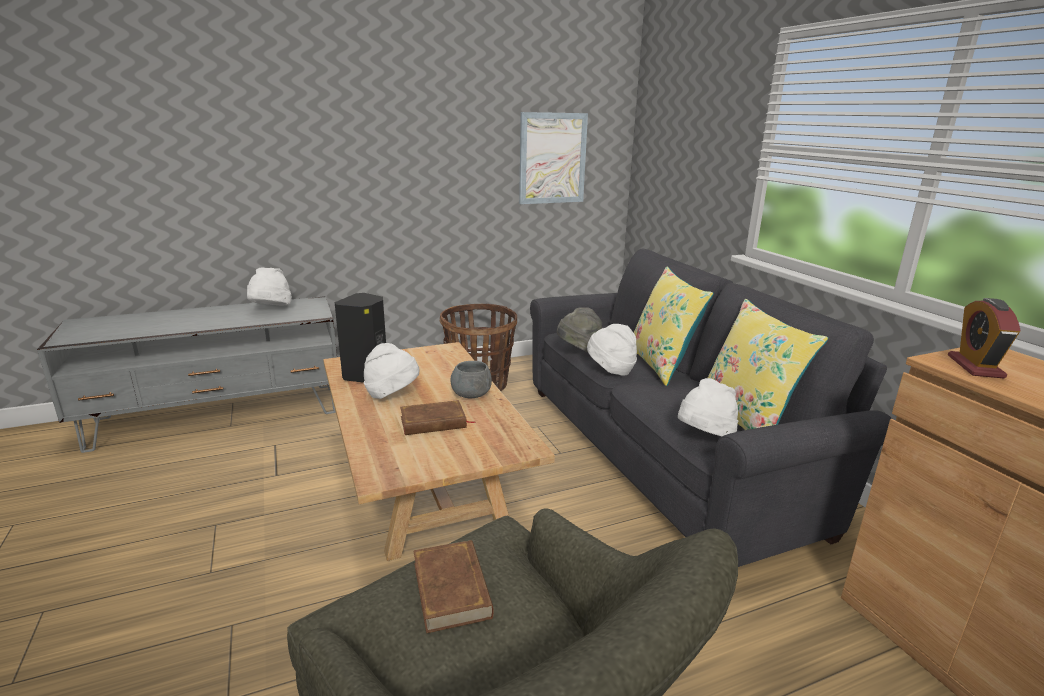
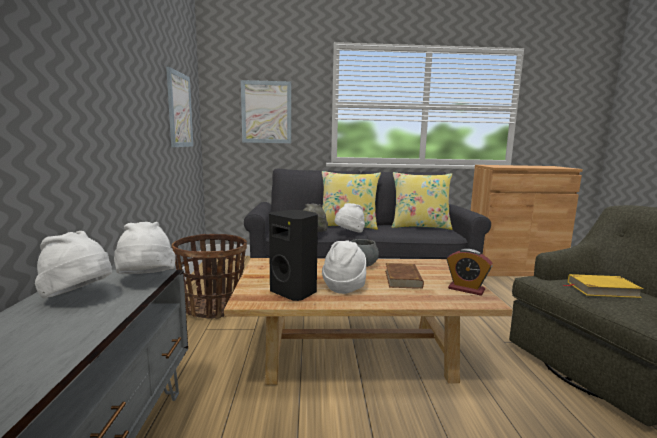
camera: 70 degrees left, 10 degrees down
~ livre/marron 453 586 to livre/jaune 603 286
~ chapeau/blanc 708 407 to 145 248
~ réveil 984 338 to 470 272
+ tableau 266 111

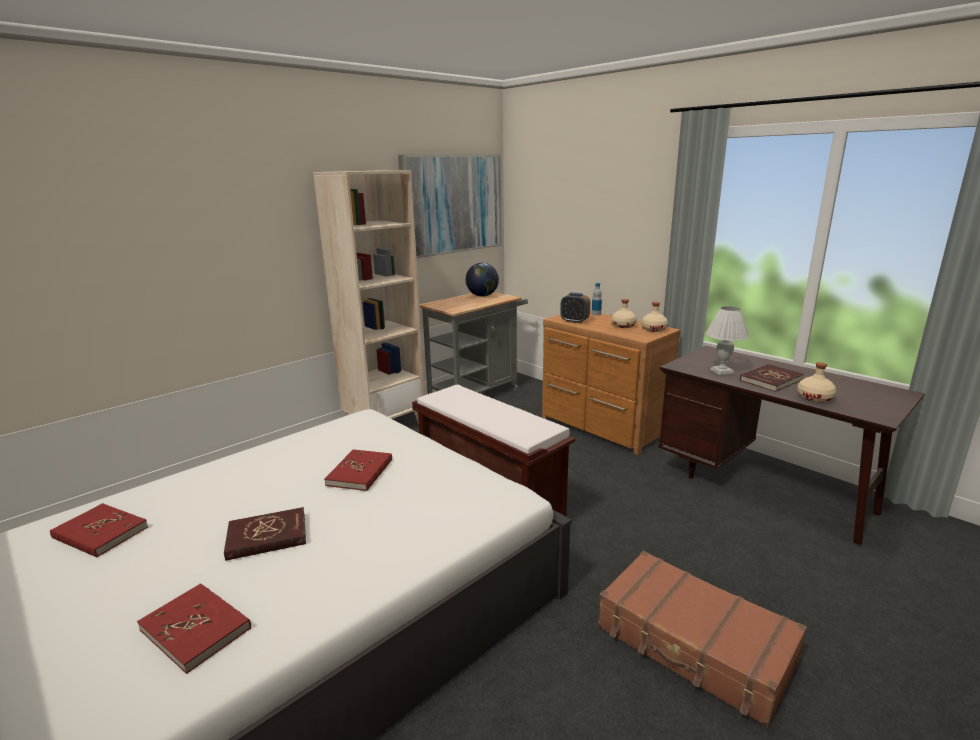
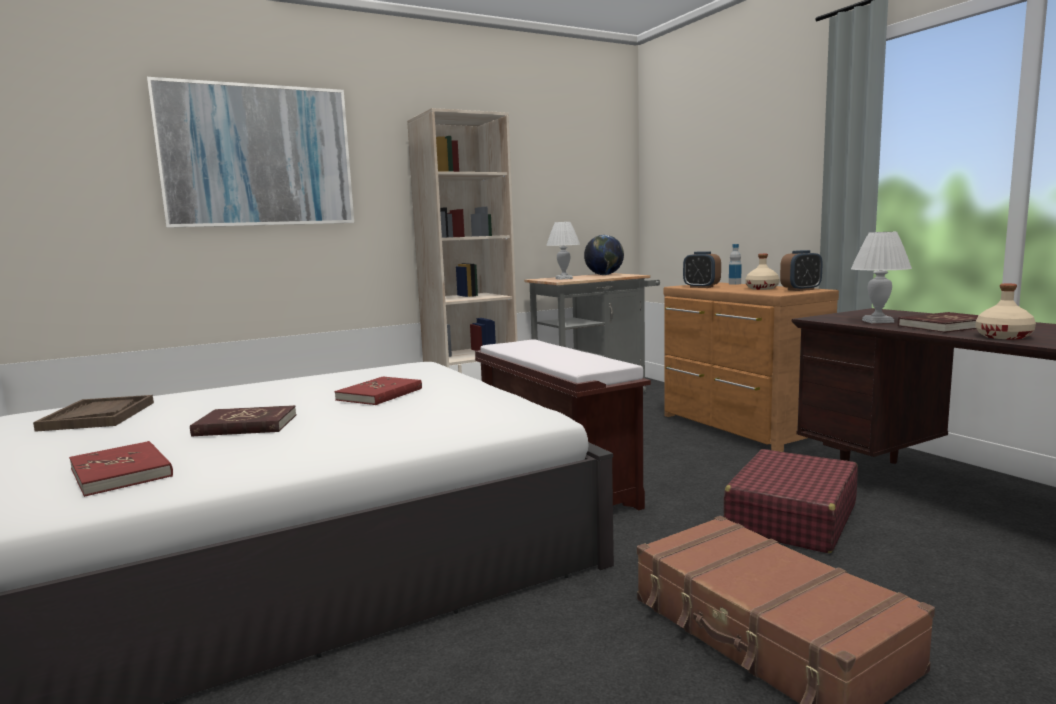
camera: 15 degrees right, 10 degrees down
~ livre/rouge 99 530 to plateau/marron 93 413
~ tableau 450 206 to 250 152
~ bouteille/beige 654 317 to réveil 801 270
+ lampe de table/blanc 563 251
+ valise/rouge 791 501

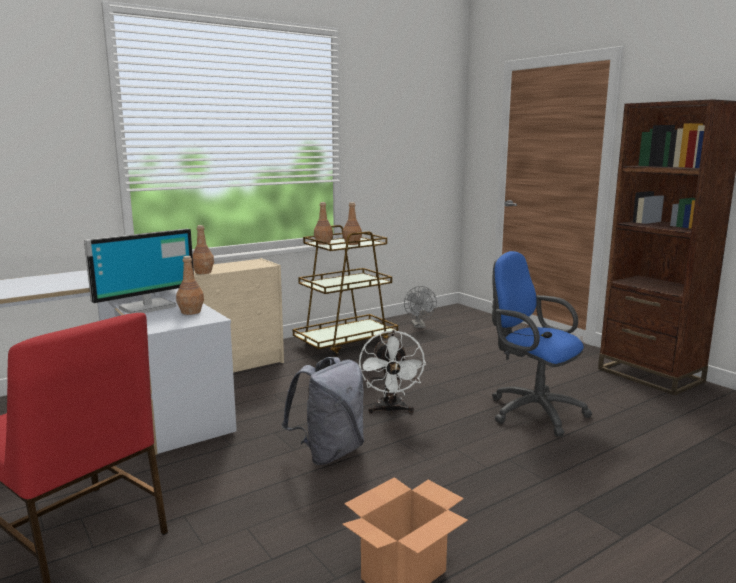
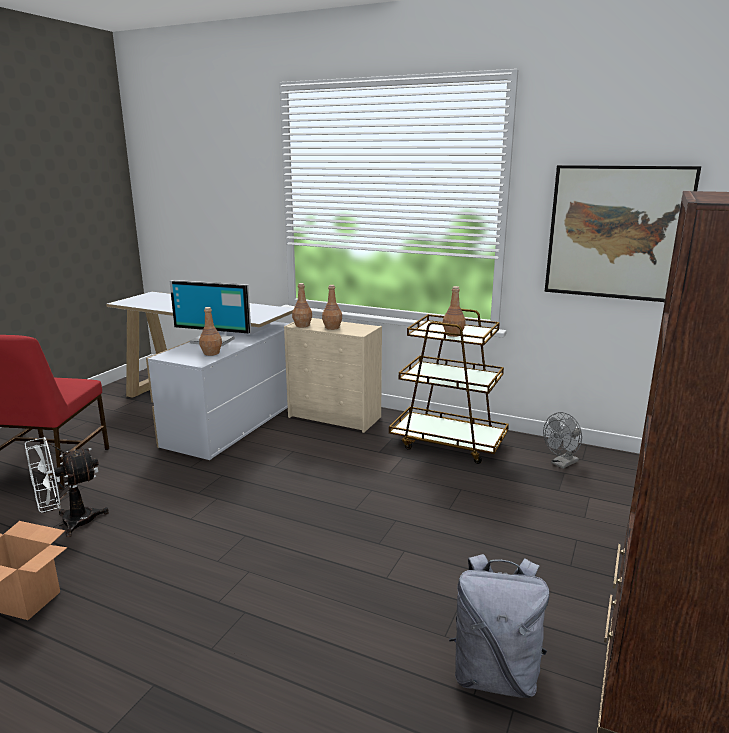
camera: 60 degrees right, 5 degrees up
~ sac à dos/gris 323 411 to 499 626
~ bouteille/marron 323 223 to 332 307
~ ventilateur/blanc 392 372 to 67 487
- chaise de bureau/bleu 542 344
+ tableau 623 233

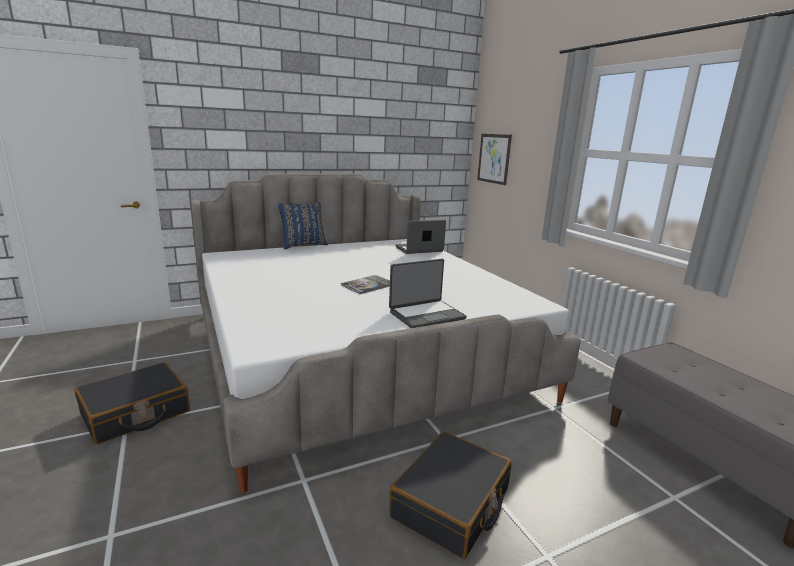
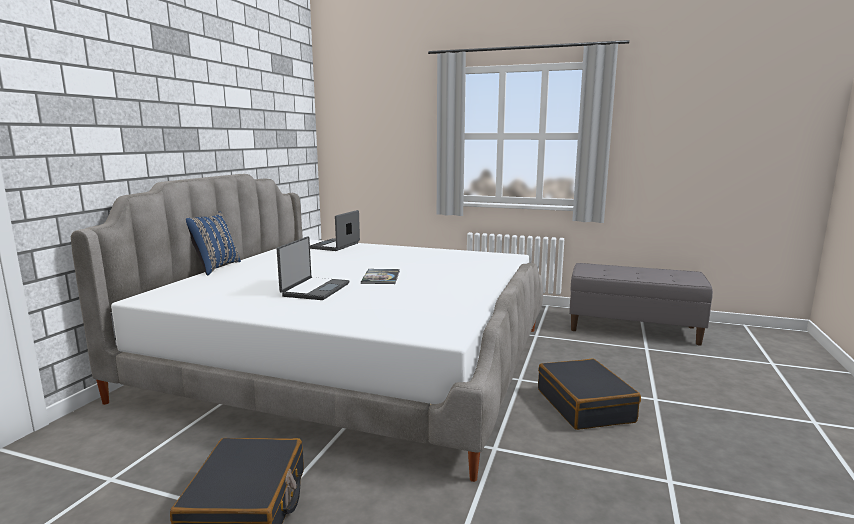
camera: 45 degrees left, 5 degrees down
~ ordinateur portable 428 293 to 313 268
- tableau 494 159

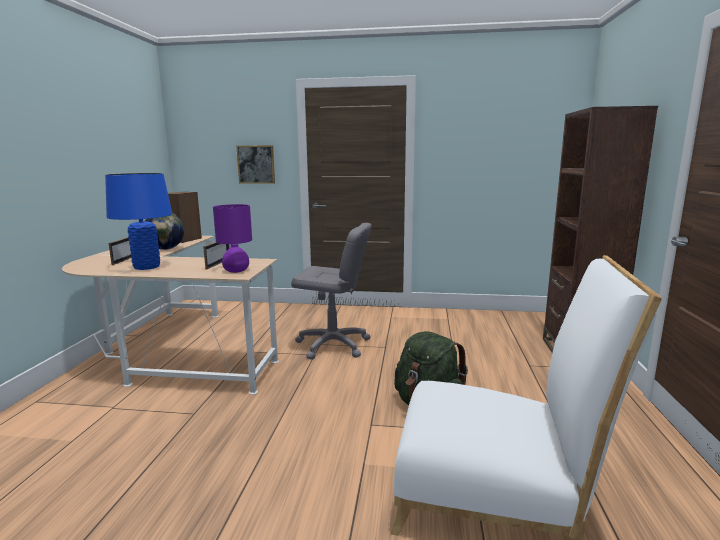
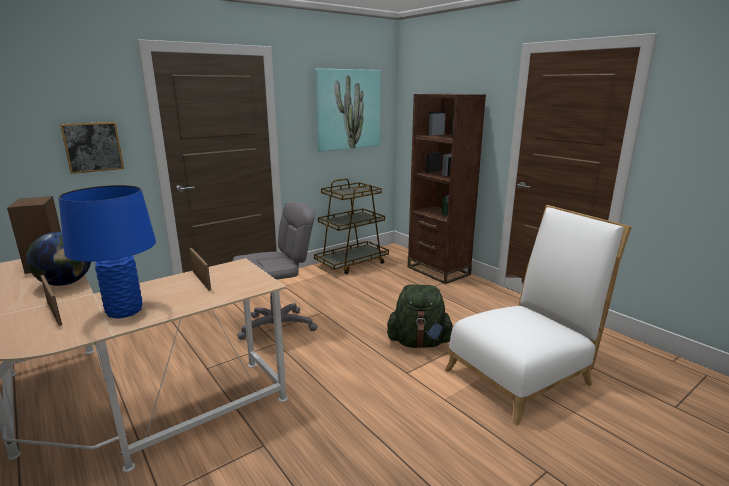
camera: 45 degrees left, 5 degrees up
- lampe de table/violet 232 238
+ chariot/marron 351 226
+ tableau 348 110

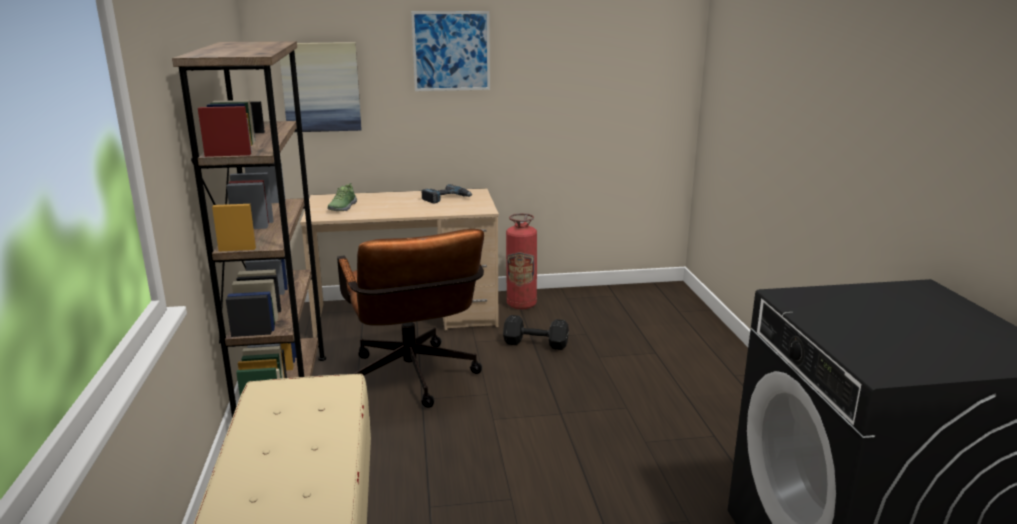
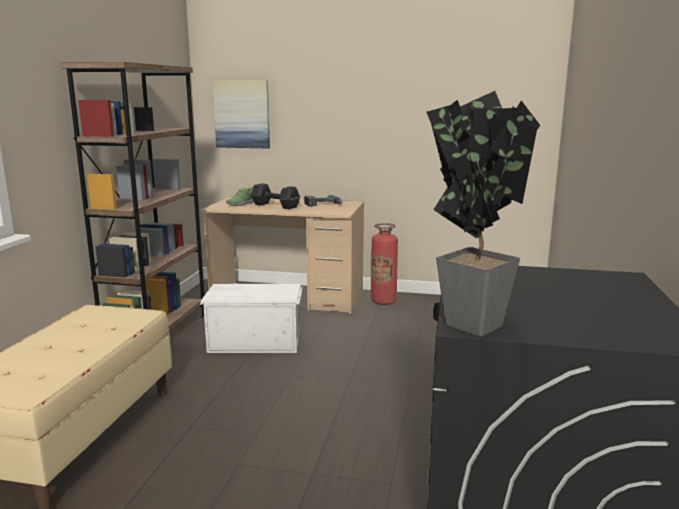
camera: 20 degrees right, 5 degrees down
~ chaise de bureau/marron 410 318 to boîte de rangement/blanc 251 318
- tableau 450 51
~ haltère/noir 536 332 to 275 196
+ plante en pot 483 213

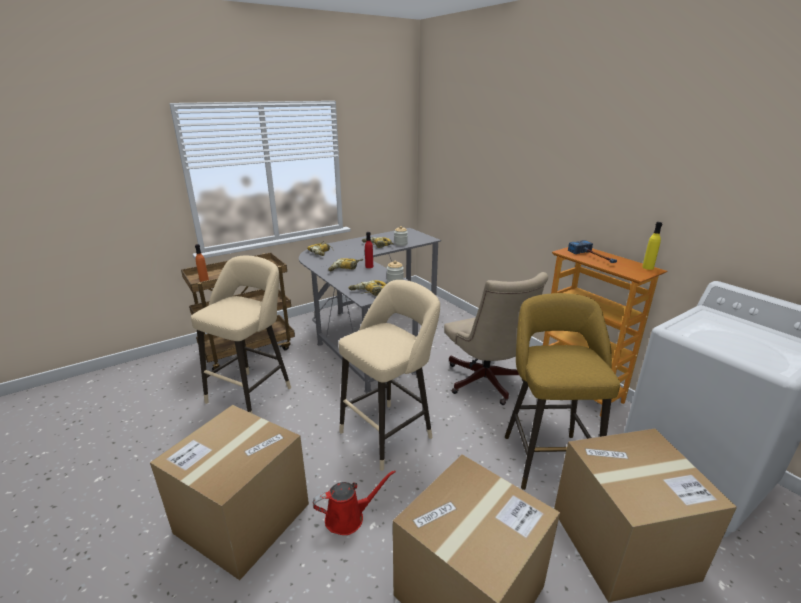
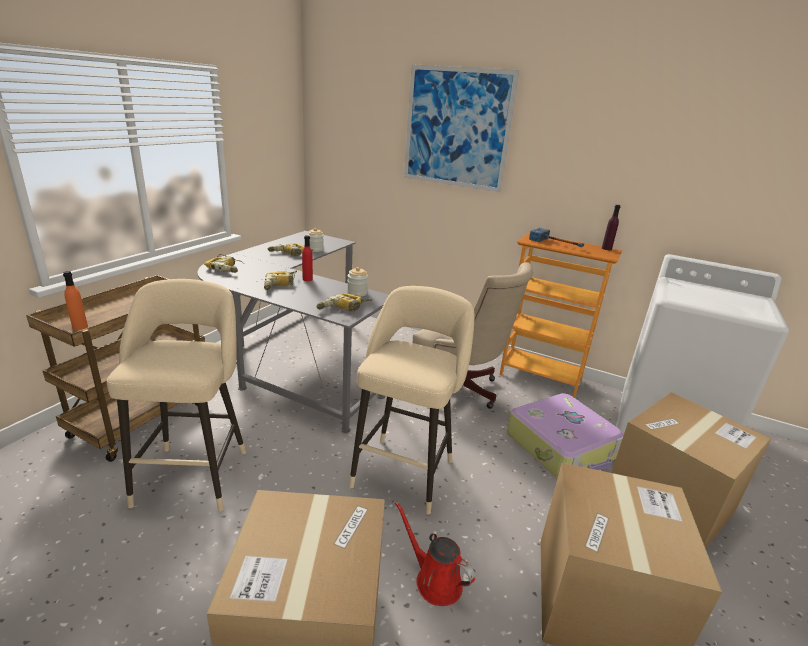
camera: 30 degrees left, 0 degrees up
~ arrosoir/rouge 354 502 = 435 554 90 degrees counterclockwise
~ tabouret/jaune 562 391 to valise 565 435
~ bouteille/jaune 652 246 to bouteille/violet 611 227
+ tableau 461 128

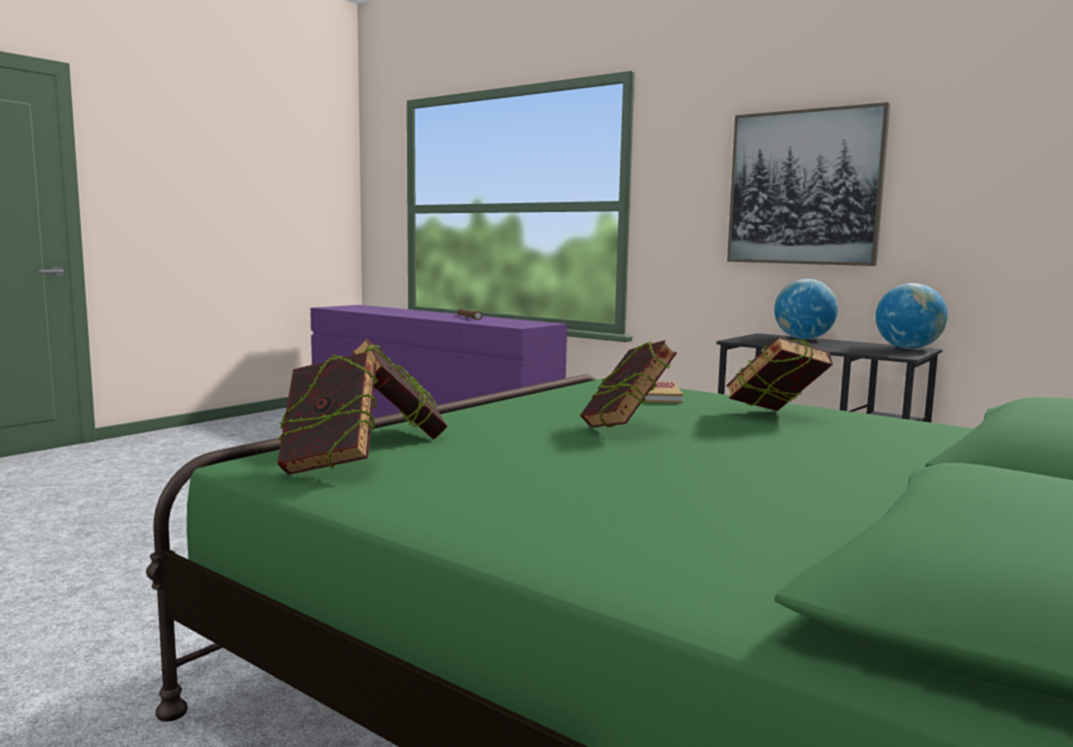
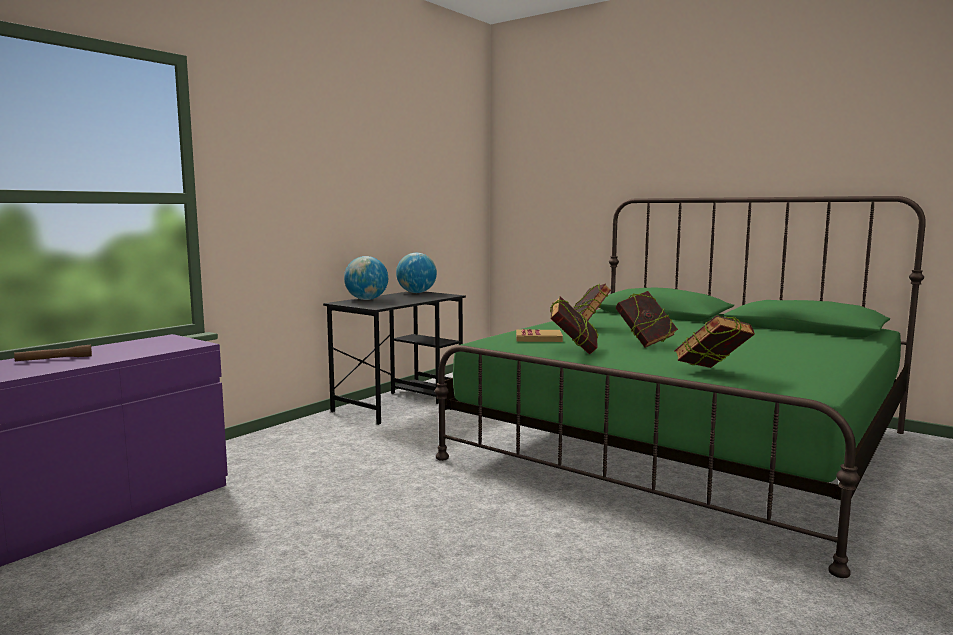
camera: 90 degrees left, 0 degrees up
~ livre 327 413 to 574 325
- tableau 808 184

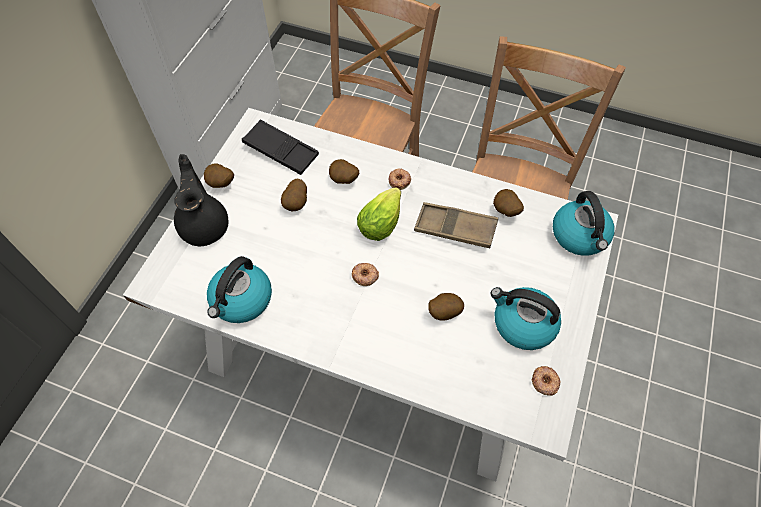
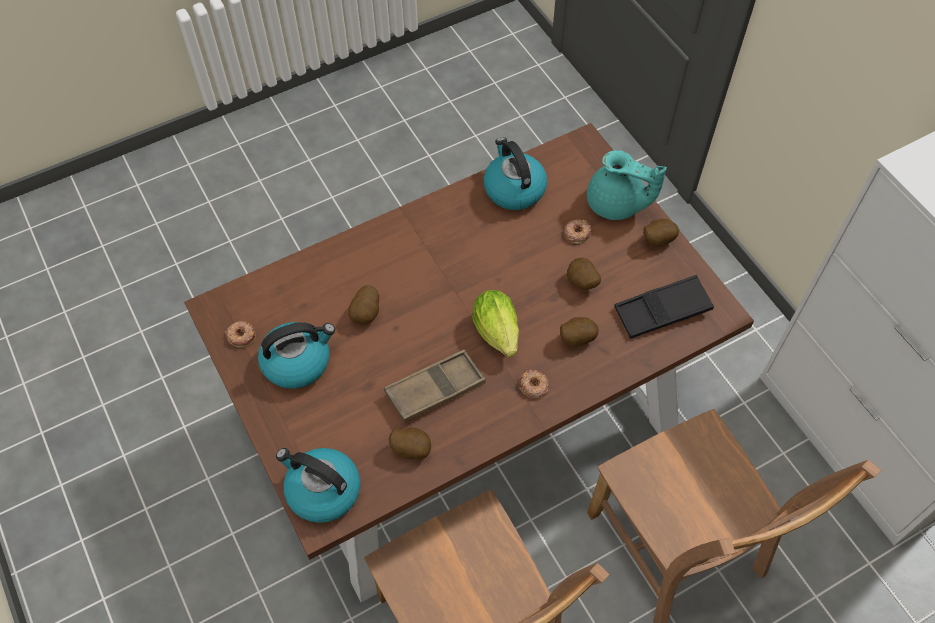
camera: 130 degrees right, 0 degrees up
~ table à manger/blanc 370 294 to table à manger/marron 469 362
~ théière/noir 201 200 to théière/turquoise 627 185
~ beignet 365 274 to 578 231

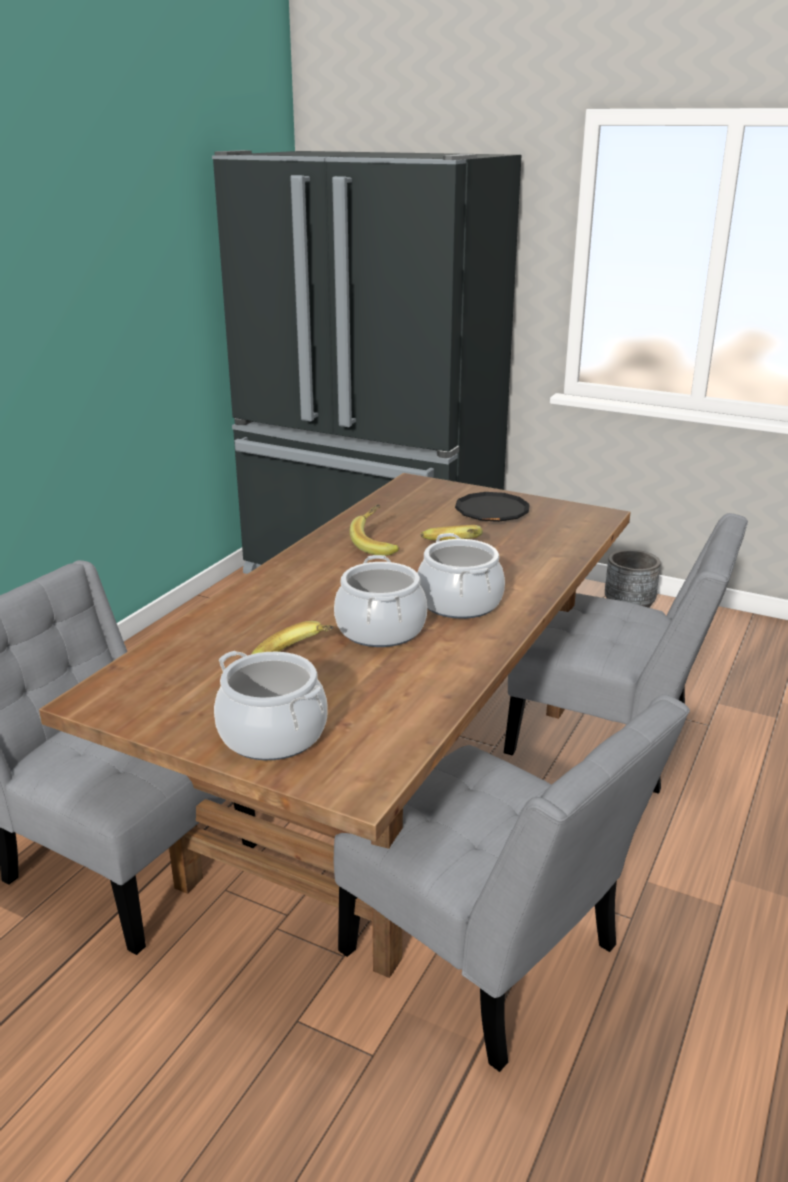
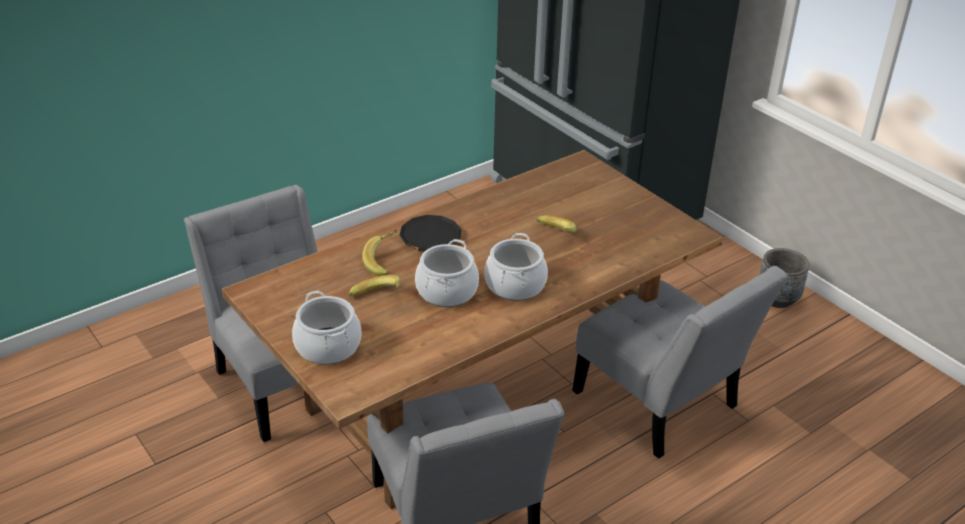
camera: 25 degrees right, 10 degrees up
~ banane 374 530 to 379 253
~ assiette/noir 492 507 to 430 233

